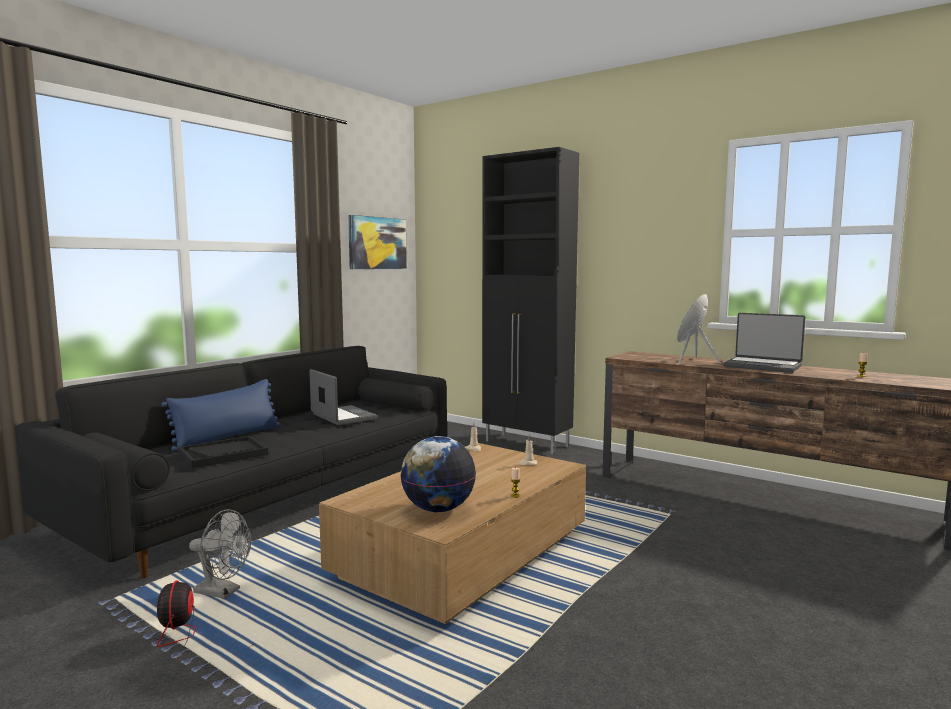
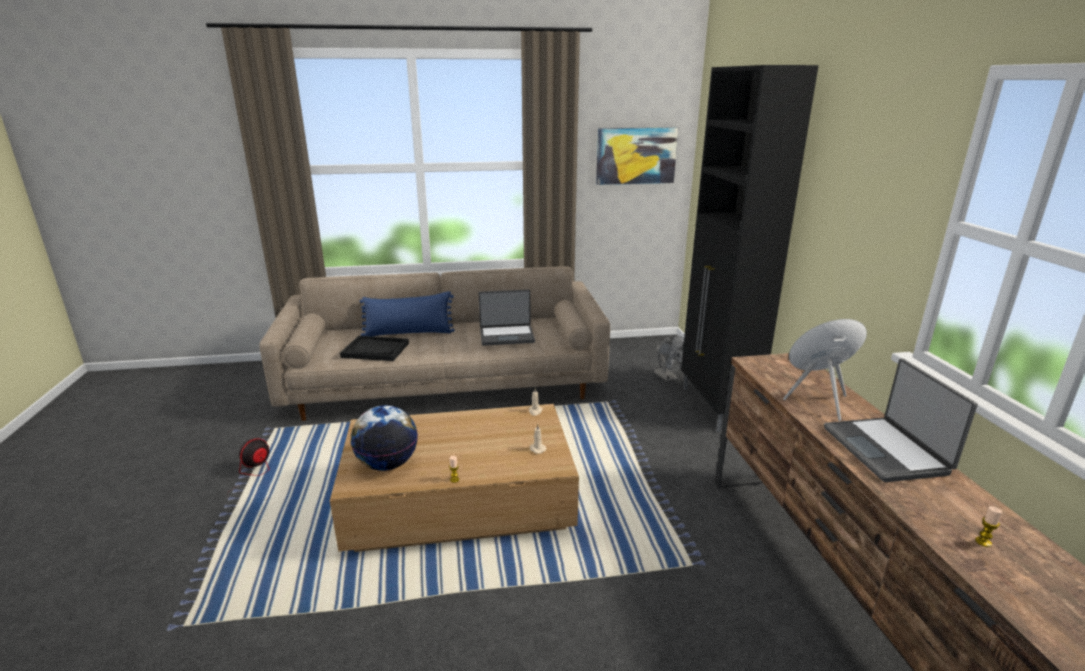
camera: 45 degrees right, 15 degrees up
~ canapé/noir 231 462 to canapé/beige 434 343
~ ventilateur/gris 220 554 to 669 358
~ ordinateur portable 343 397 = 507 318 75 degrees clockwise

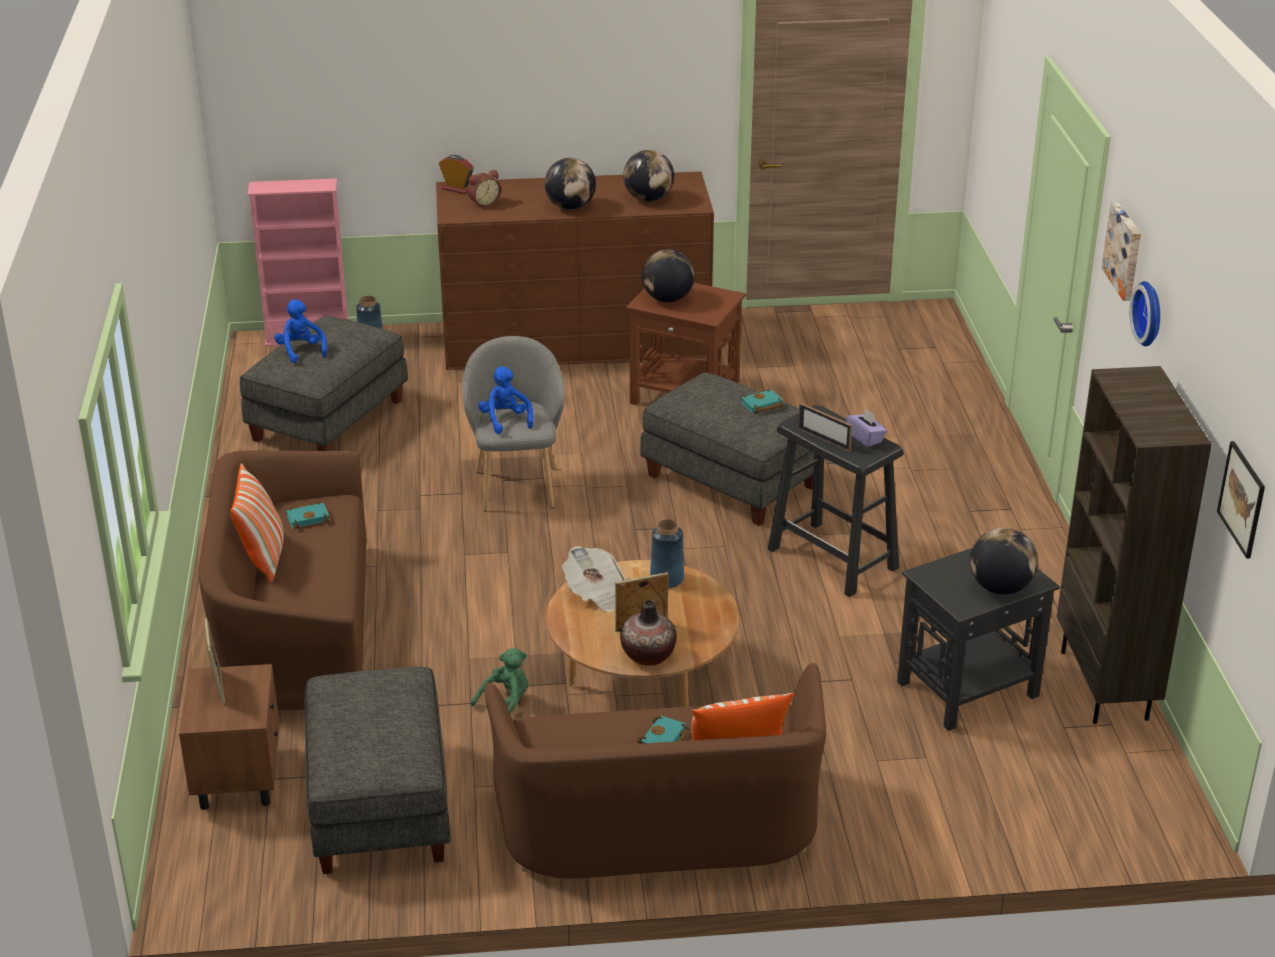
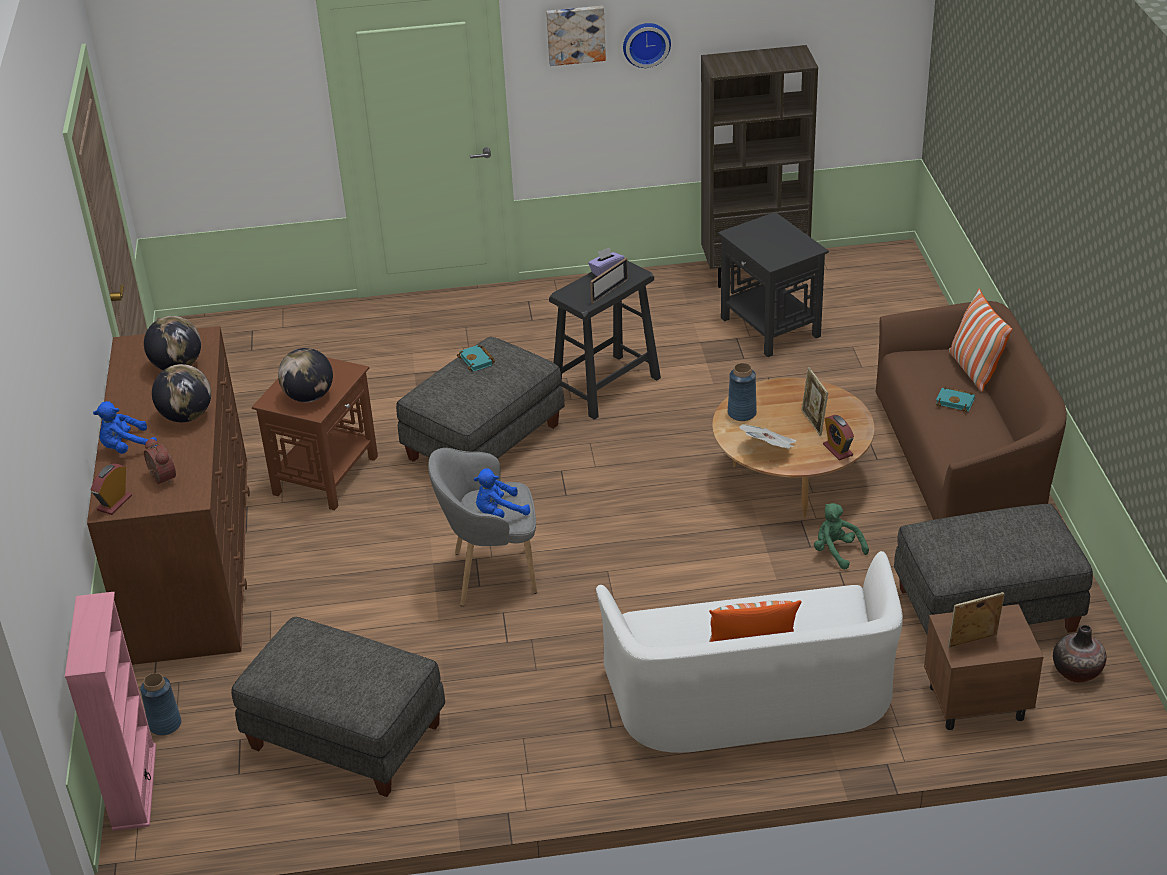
camera: 90 degrees left, 5 degrees up
~ canapé/marron 283 580 to canapé/blanc 749 652
~ peluche/bleu 300 331 to 125 427
- livre/turquoise 308 515
~ vase 648 632 to 1080 654
- globe 1004 561
- tableau 1241 500
+ réveil 838 437

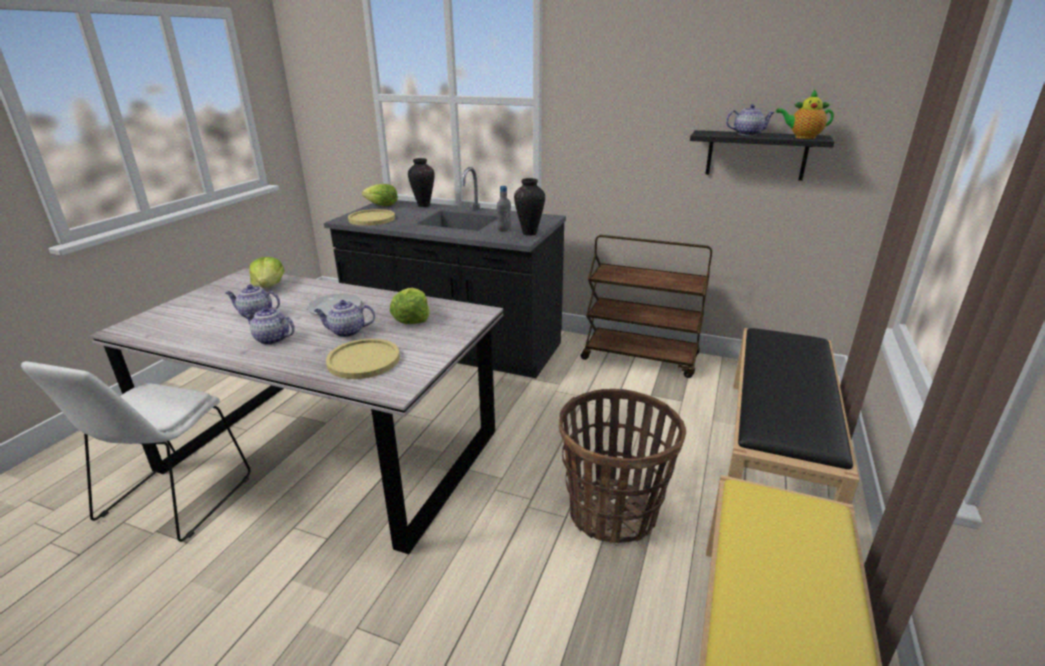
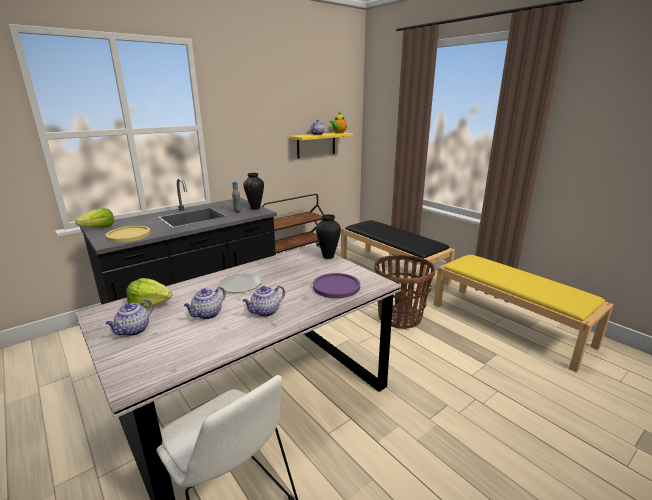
camera: 60 degrees left, 5 degrees down
~ théière 344 318 to 129 317
~ assiette/jaune 363 359 to assiette/violet 336 285
- laitue 410 306
~ vase 421 182 to 328 236
~ étagère/noir 762 155 to étagère/jaune 321 145

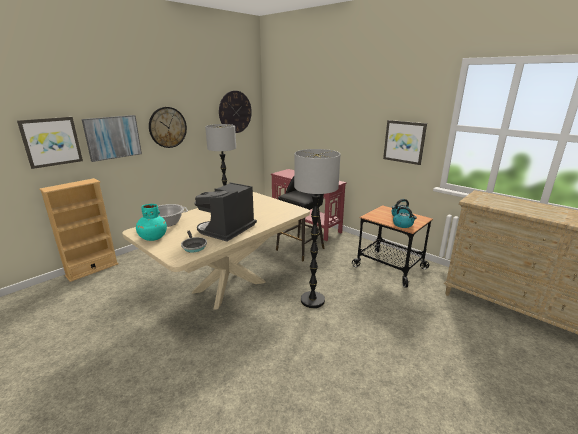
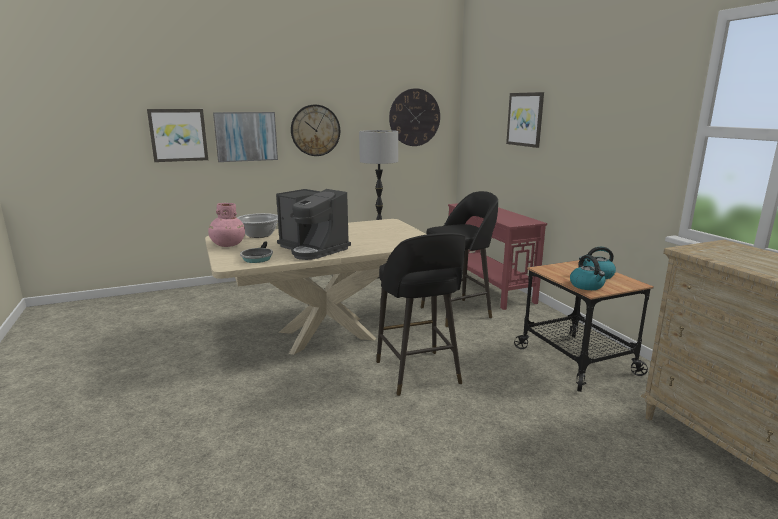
camera: 25 degrees right, 5 degrees down
- bibliothèque/beige 79 230
~ vase/turquoise 151 222 to vase/rose 226 225
~ machine à café 225 212 = 313 224 105 degrees counterclockwise
~ lampadaire 317 228 to tabouret/noir 420 314
~ tableau 405 142 to 525 120

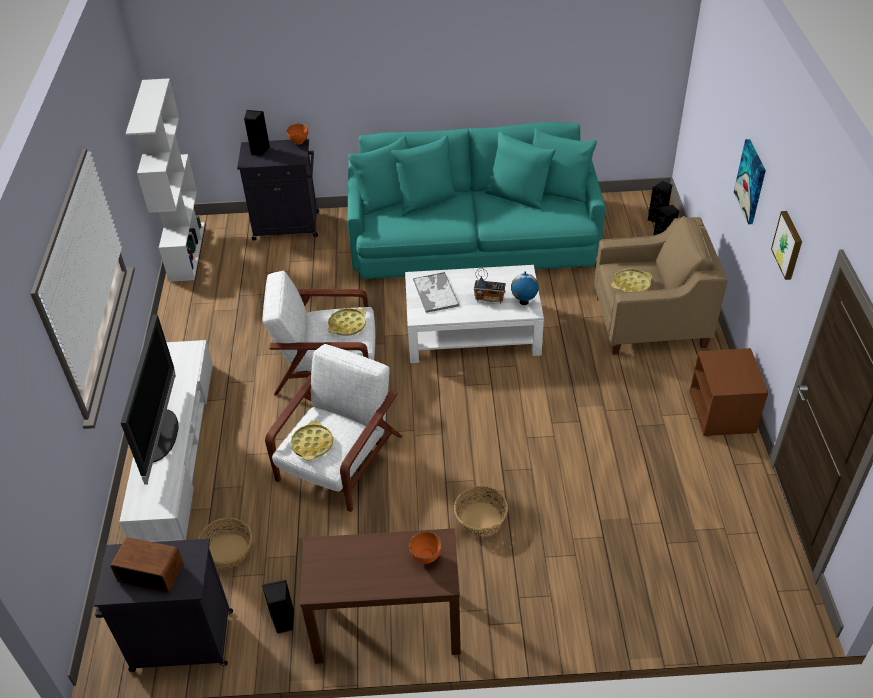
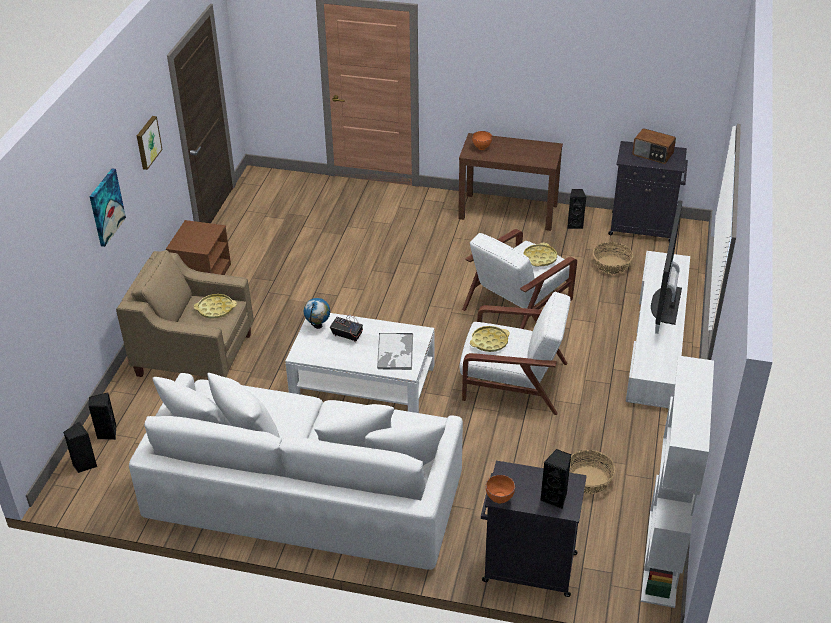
camera: 165 degrees left, 5 degrees down
~ canapé/turquoise 476 200 to canapé/blanc 296 471
~ panier 481 510 to 592 472

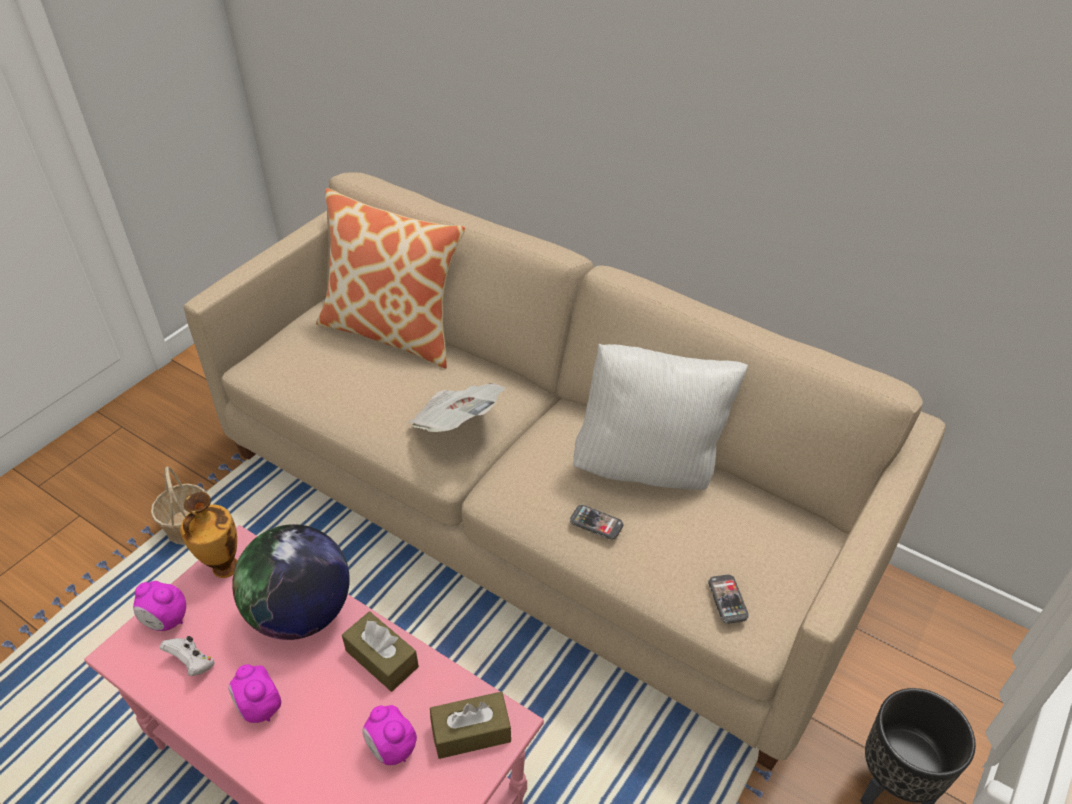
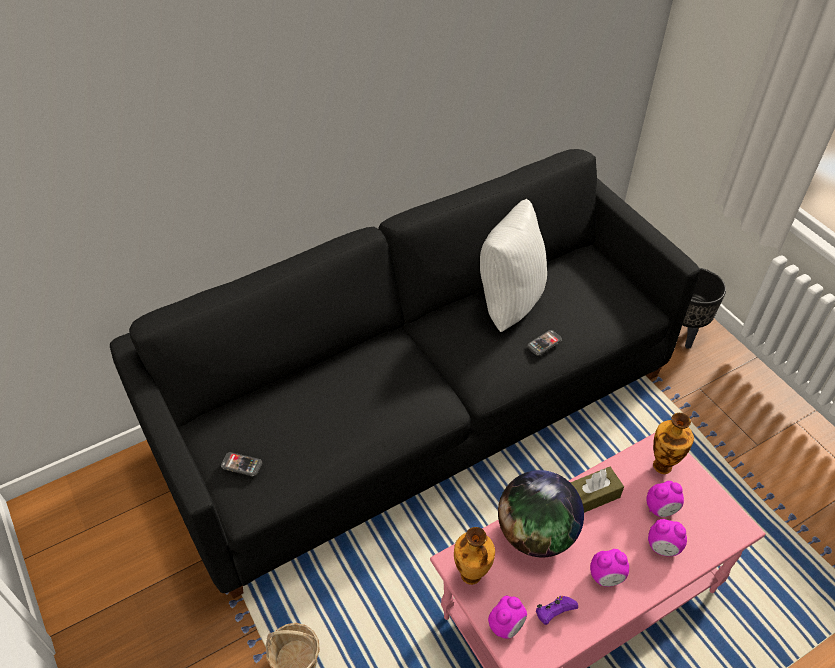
camera: 65 degrees left, 5 degrees up
~ manette/blanc 187 656 to manette/violet 557 610
~ canapé/beige 565 471 to canapé/noir 405 374
- coussin 390 278
- journal 456 407
~ boîte à mouchoirs/marron 470 725 to vase 673 443
~ téléphone 728 599 to 241 464
+ réveil 667 537

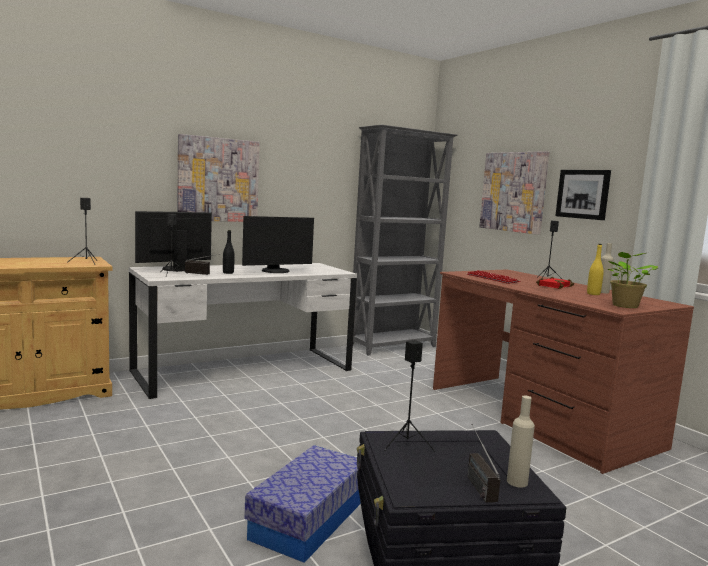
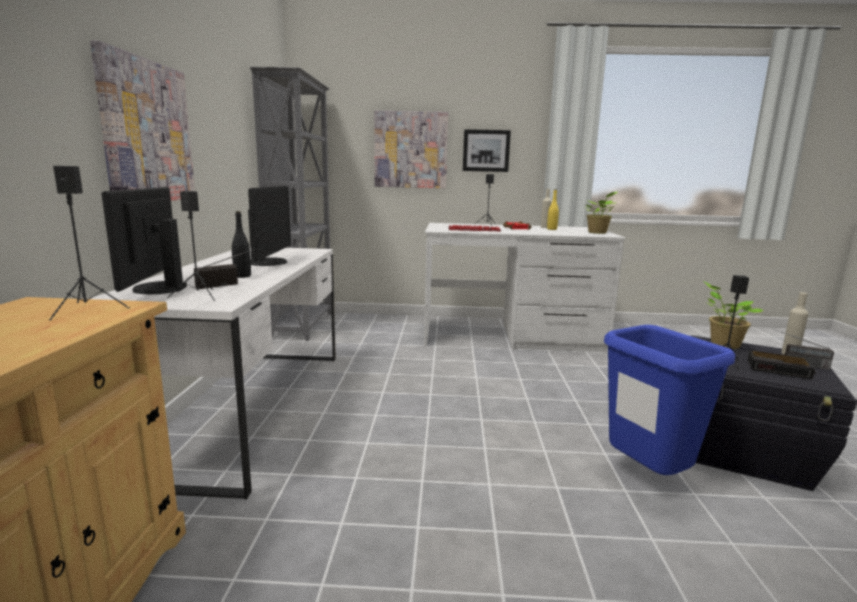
camera: 55 degrees left, 5 degrees up
~ boîte de rangement 302 504 to poubelle/bleu 670 400
~ bureau/marron 563 371 to bureau/blanc 524 288
+ plante en pot 733 315
+ réveil 781 365

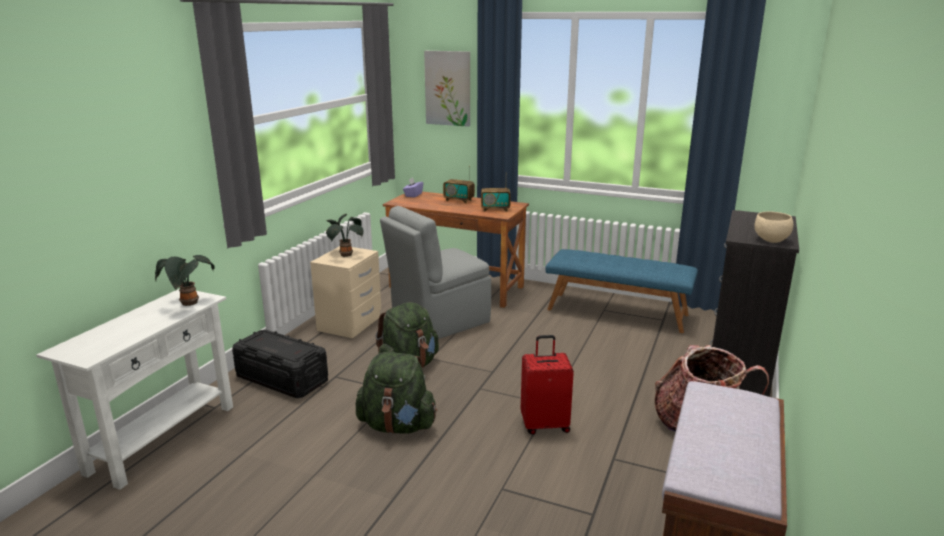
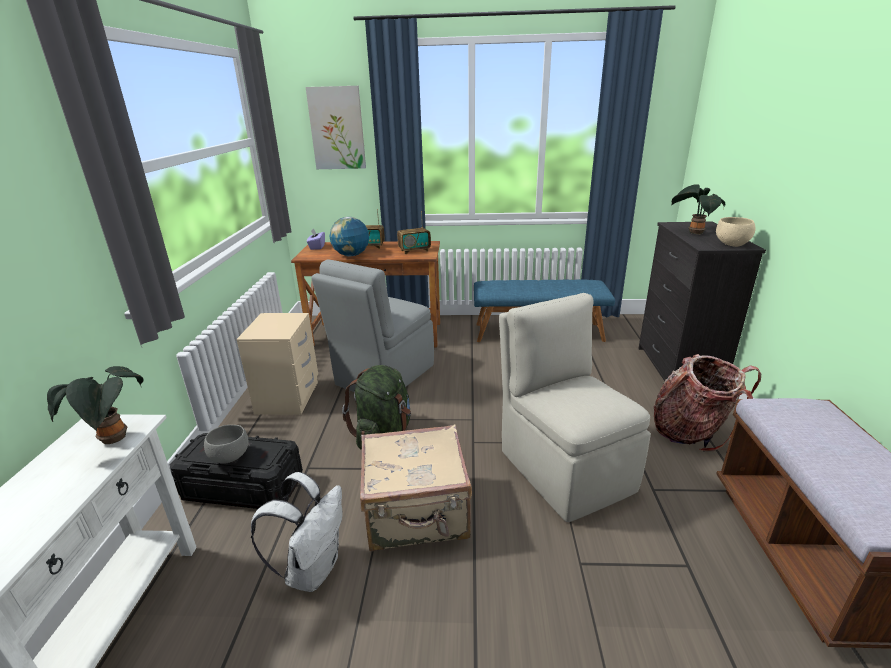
camera: 20 degrees left, 5 degrees up
~ plante en pot 344 235 to 698 209
~ sac à dos/vert 396 393 to valise/beige 416 488
~ valise/rouge 547 385 to chaise/beige 575 407
+ bol/gris 226 444
+ sac à dos/blanc 296 532
+ globe 349 236

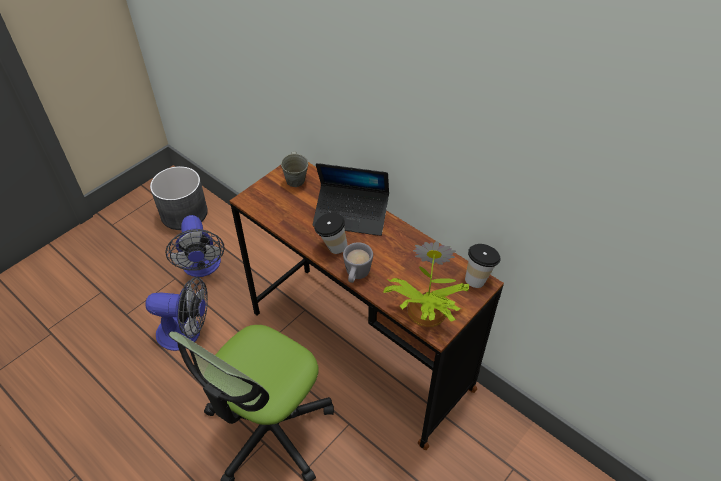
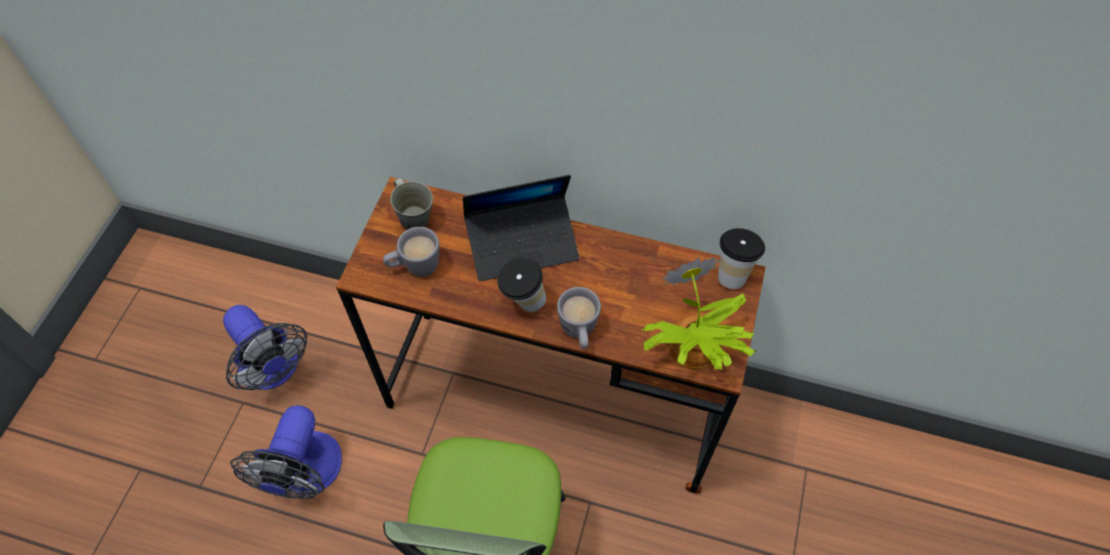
camera: 25 degrees left, 10 degrees up
~ ventilateur 177 313 = 286 452 120 degrees clockwise
- cache-pot/gris 179 198
+ mug/gris 411 252

